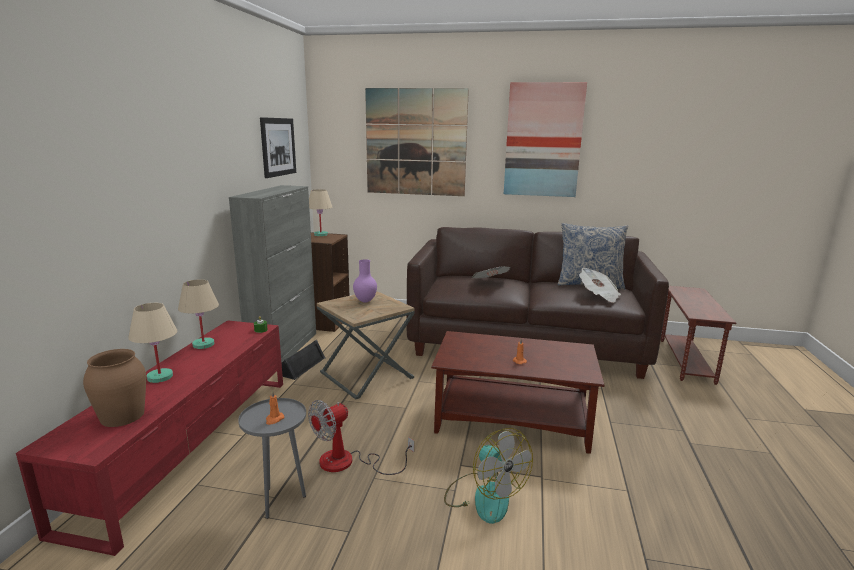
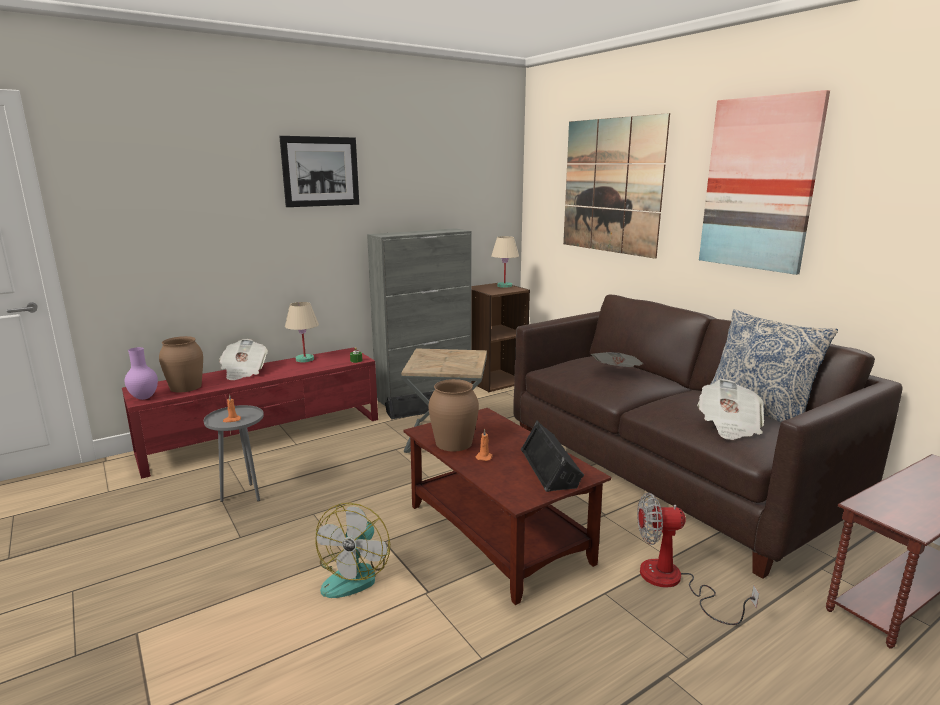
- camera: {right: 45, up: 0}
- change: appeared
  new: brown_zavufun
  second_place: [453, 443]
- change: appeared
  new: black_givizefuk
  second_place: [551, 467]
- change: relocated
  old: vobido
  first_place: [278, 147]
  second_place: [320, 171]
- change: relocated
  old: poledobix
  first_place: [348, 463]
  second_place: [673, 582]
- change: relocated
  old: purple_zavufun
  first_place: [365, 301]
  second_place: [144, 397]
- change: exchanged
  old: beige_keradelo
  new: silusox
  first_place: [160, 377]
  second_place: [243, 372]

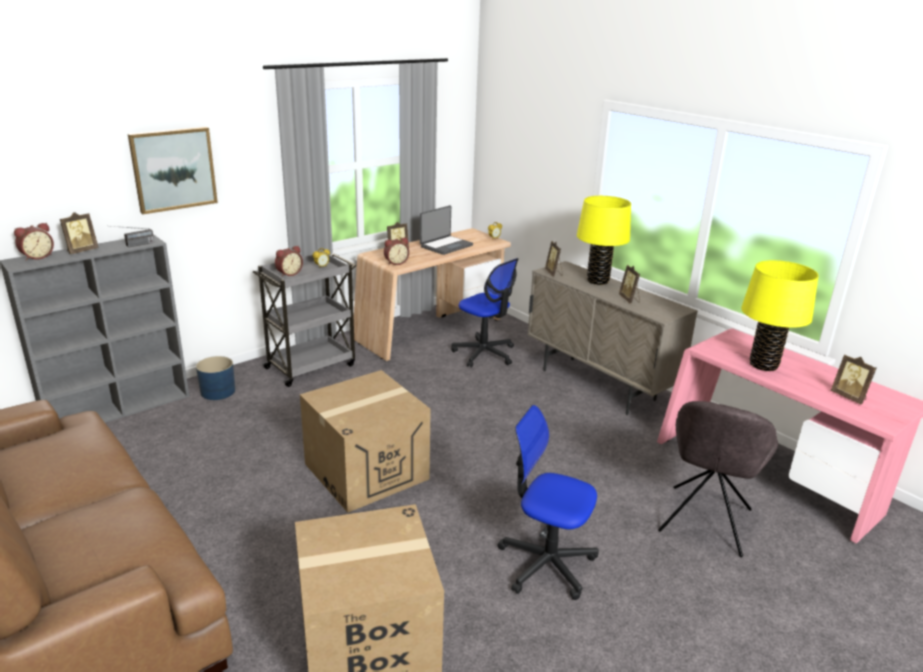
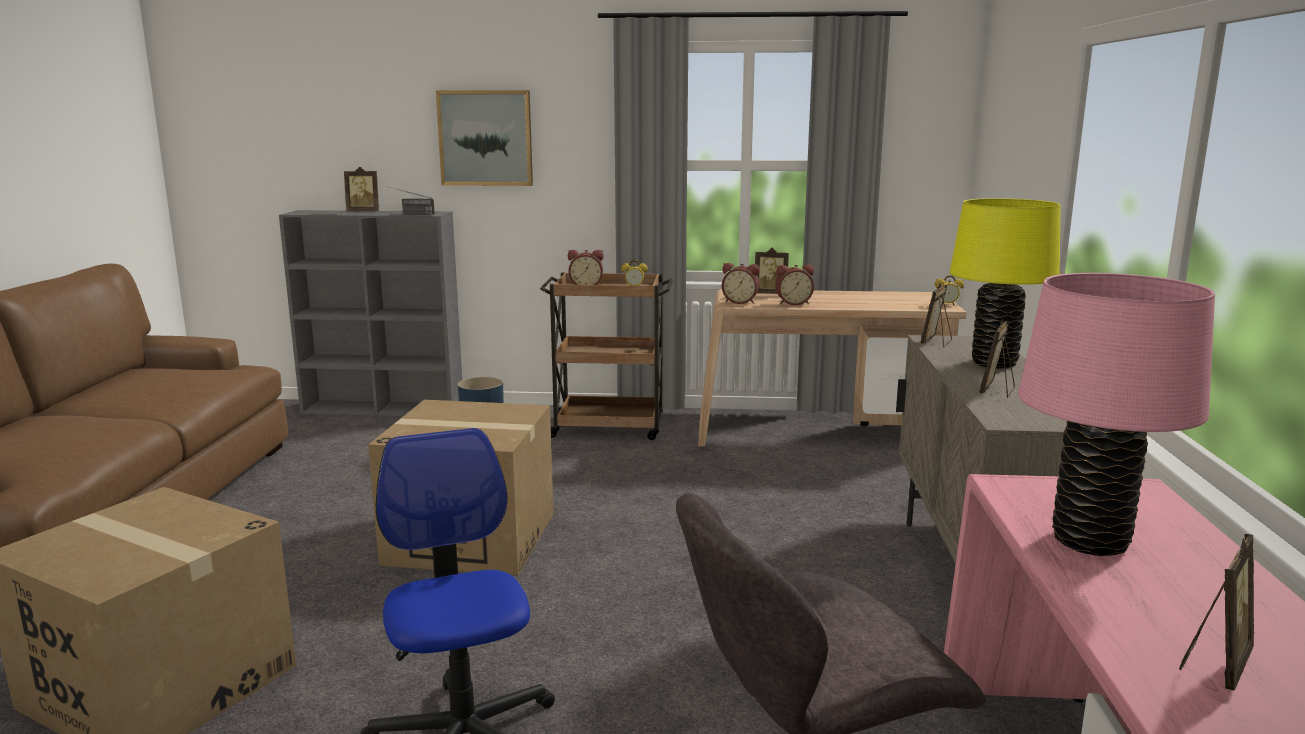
- camera: {right: 45, up: -10}
- change: missing
  old: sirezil
  first_place: [445, 246]
- change: missing
  old: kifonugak
  first_place: [484, 353]
- change: relocated
  old: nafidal
  first_place: [37, 257]
  second_place: [793, 303]
- change: colour
  old: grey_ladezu
  new: brown_ladezu
  first_place: [311, 366]
  second_place: [610, 427]
- change: colour
  old: yellow_keradelo
  new: pink_keradelo
  first_place: [763, 365]
  second_place: [1090, 541]
- change: spun
  old: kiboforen
  first_place: [849, 397]
  second_place: [1214, 664]
  degrees: -150

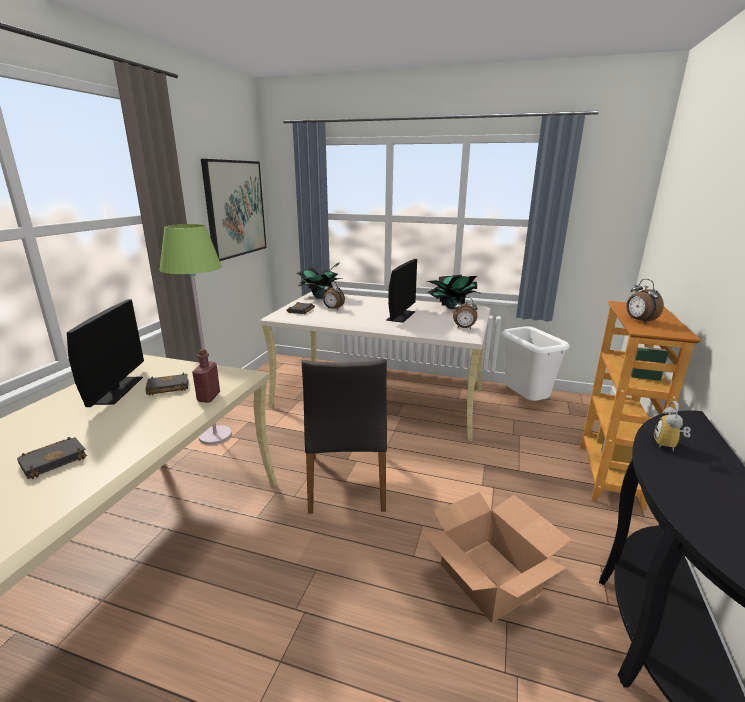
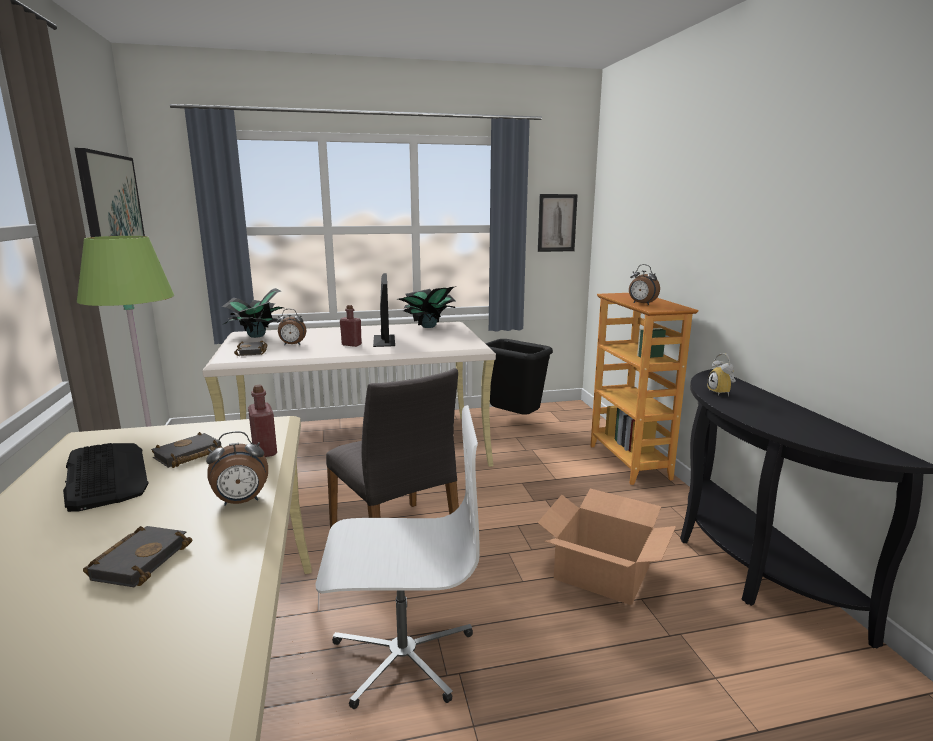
- camera: {right: -30, up: -5}
- change: appeared
  new: white_kifonugak
  second_place: [402, 654]
- change: appeared
  new: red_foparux
  second_place: [351, 345]
- change: appeared
  new: vobido
  second_place: [557, 223]
- change: relocated
  old: nafidal
  first_place: [464, 328]
  second_place: [241, 502]
- change: exchanged
  old: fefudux
  new: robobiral
  first_place: [115, 390]
  second_place: [105, 475]
- change: colour
  old: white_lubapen
  new: black_lubapen
  first_place: [525, 403]
  second_place: [514, 420]

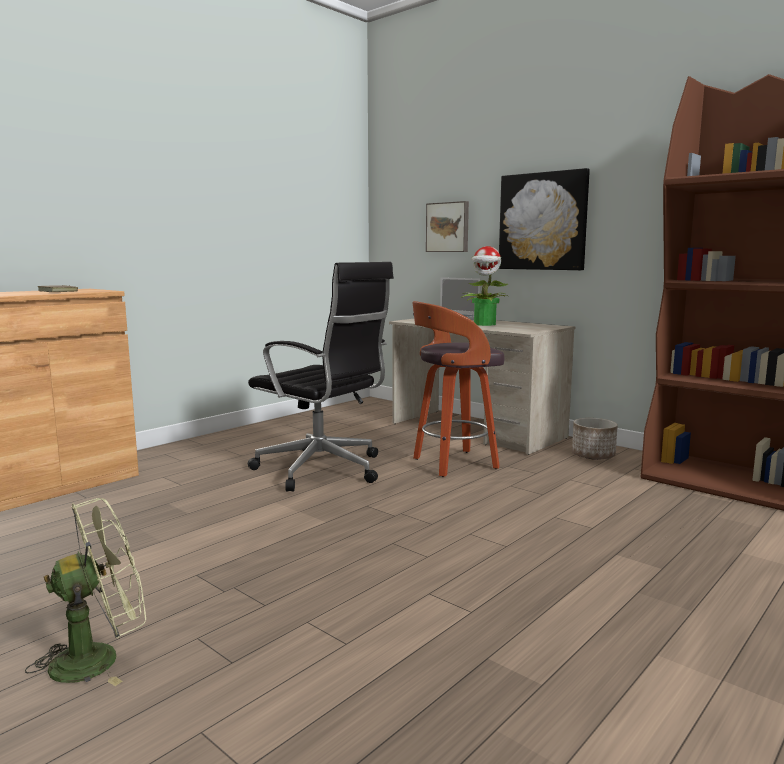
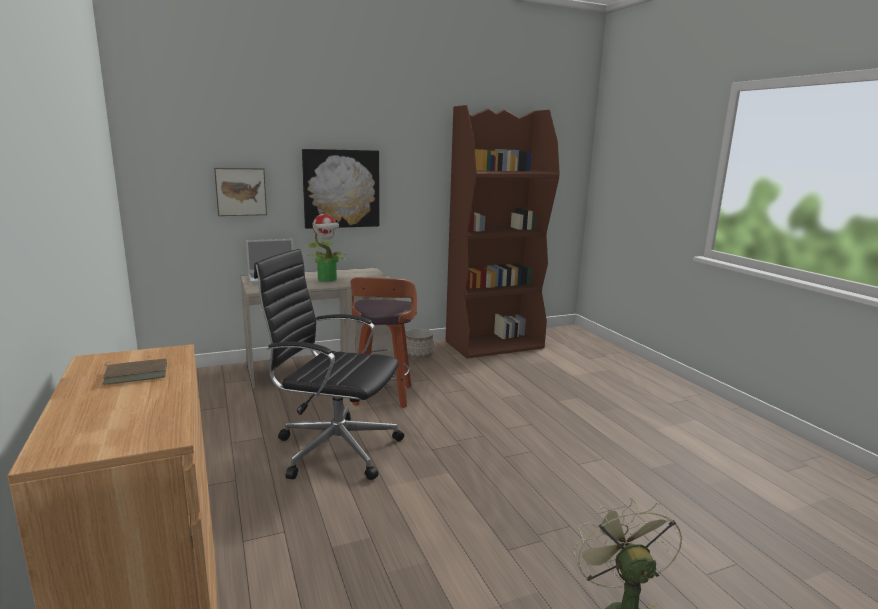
- camera: {right: -65, up: 5}
- change: spun
  old: black_kifonugak
  first_place: [323, 470]
  second_place: [334, 448]
  degrees: -135

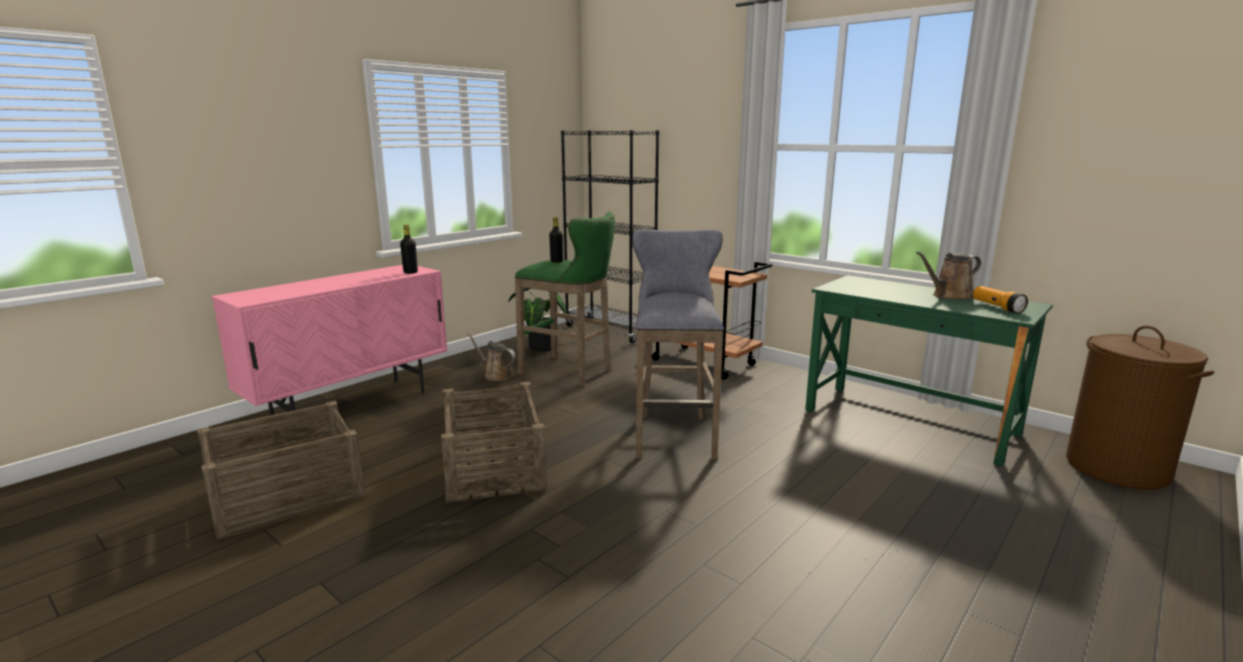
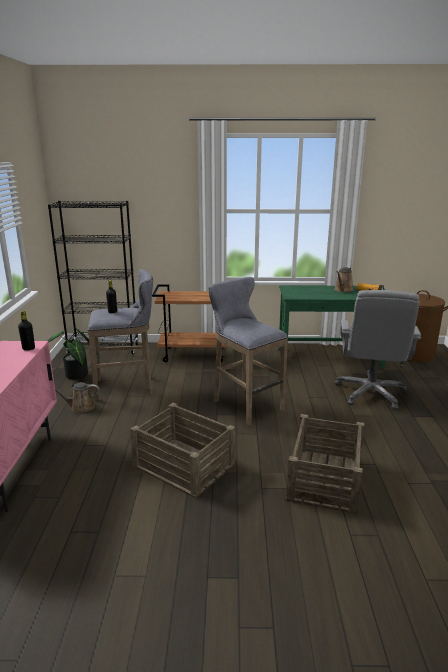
- camera: {right: -40, up: 5}
- change: appeared
  new: grey_kifonugak
  second_place: [370, 393]
- change: relocated
  old: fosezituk
  first_place: [288, 494]
  second_place: [325, 478]
- change: colour
  old: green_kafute
  new: grey_kafute
  first_place: [570, 372]
  second_place: [127, 387]

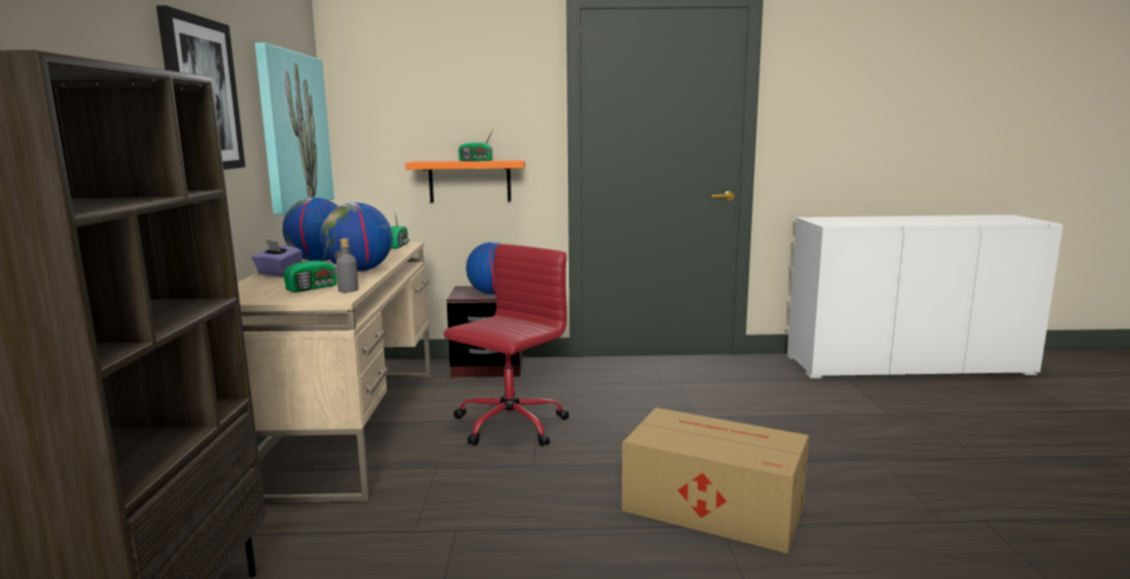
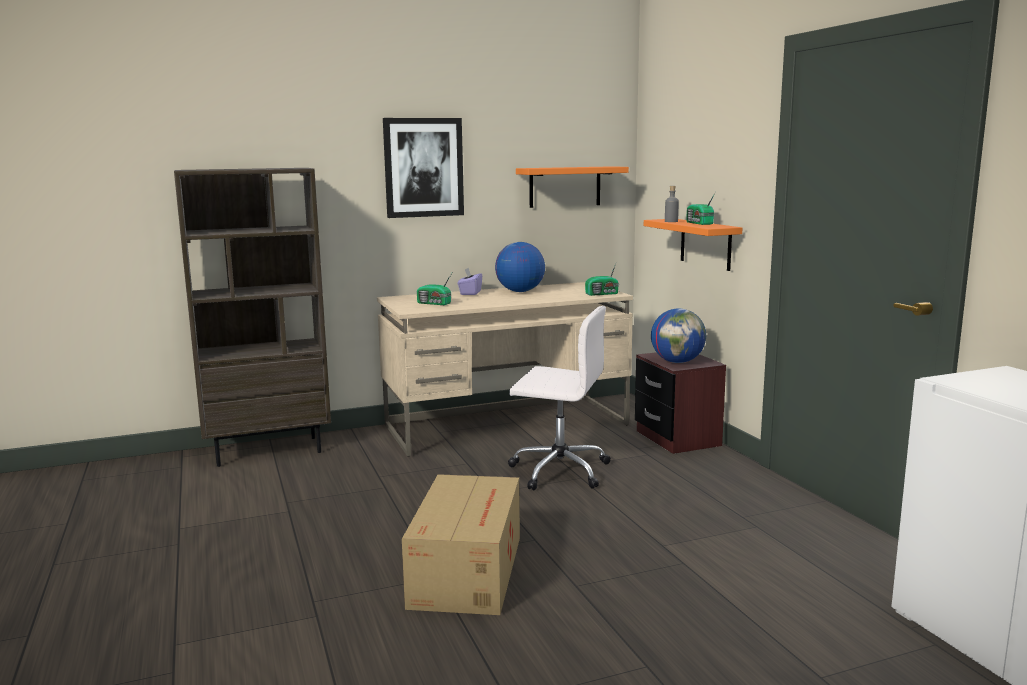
- camera: {right: 70, up: 0}
- change: missing
  old: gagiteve
  first_place: [359, 271]
- change: relocated
  old: grey_foparux
  first_place: [348, 290]
  second_place: [671, 221]
- change: exchanged
  old: vobido
  new: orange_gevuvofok
  first_place: [293, 131]
  second_place: [565, 187]
- change: colour
  old: red_kifonugak
  new: white_kifonugak
  first_place: [508, 425]
  second_place: [558, 470]

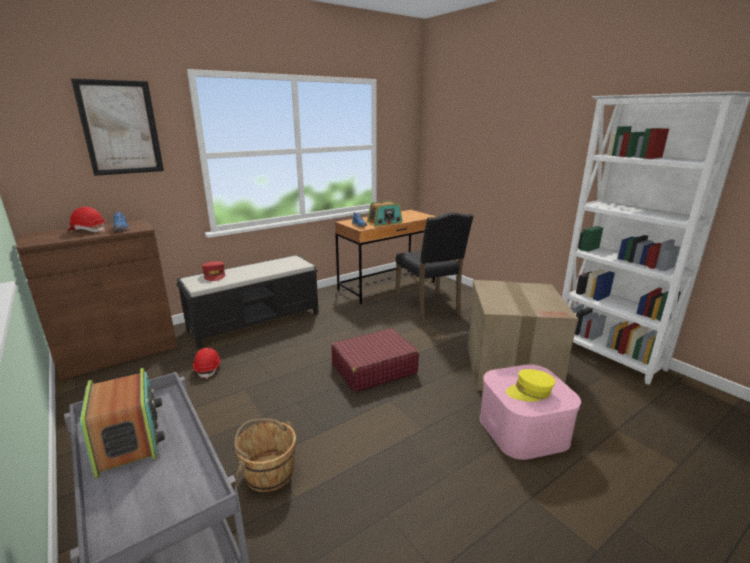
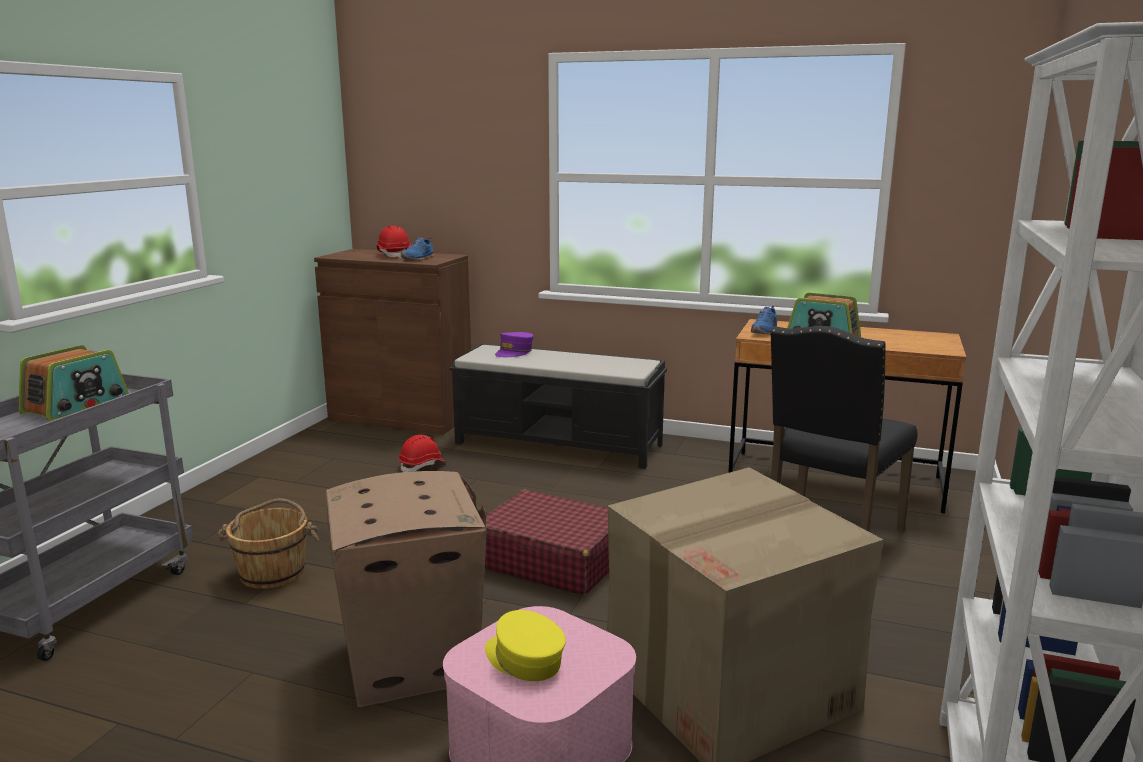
- camera: {right: 55, up: -5}
- change: missing
  old: vobido
  first_place: [120, 128]
- change: appeared
  new: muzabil
  second_place: [412, 659]
- change: colour
  old: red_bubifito
  new: purple_bubifito
  first_place: [214, 275]
  second_place: [514, 352]

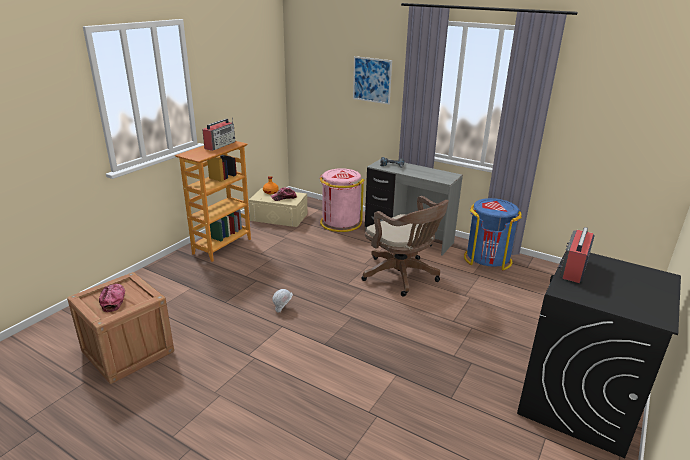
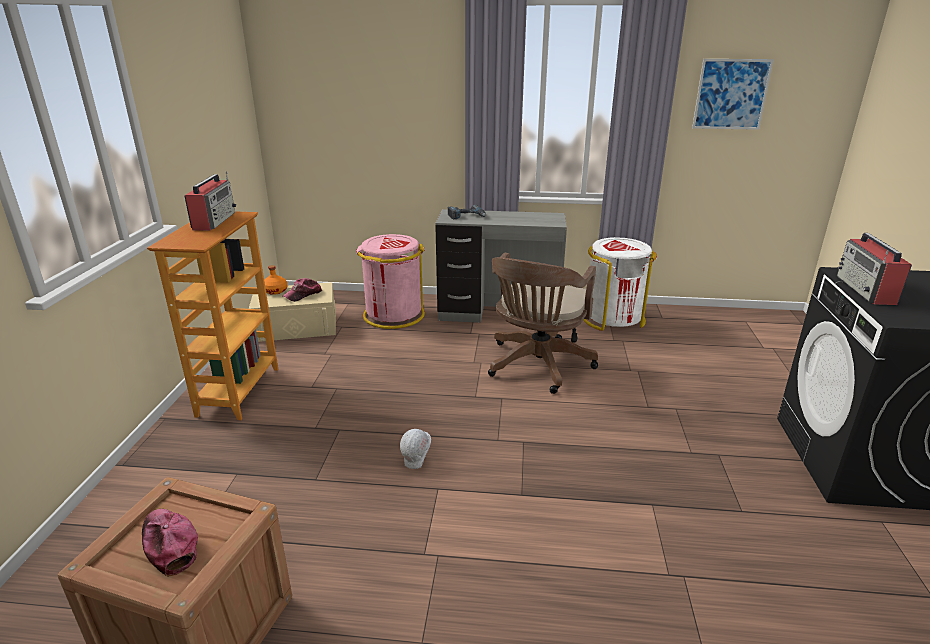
- camera: {right: -25, up: 0}
- change: relocated
  old: vobido
  first_place: [372, 80]
  second_place: [731, 94]
- change: colour
  old: blue_lubapen
  new: white_lubapen
  first_place: [487, 259]
  second_place: [612, 318]
- change: spun
  old: brown_kifonugak
  first_place: [402, 276]
  second_place: [537, 366]
  degrees: 90

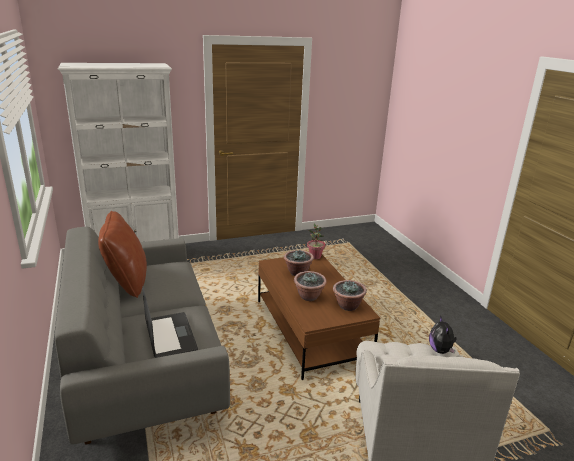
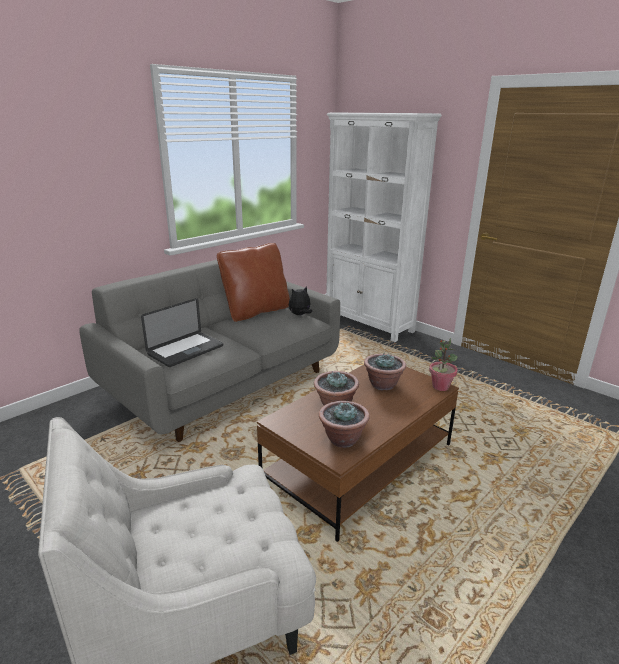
- camera: {right: 65, up: 0}
- change: relocated
  old: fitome
  first_place: [440, 350]
  second_place: [300, 315]

